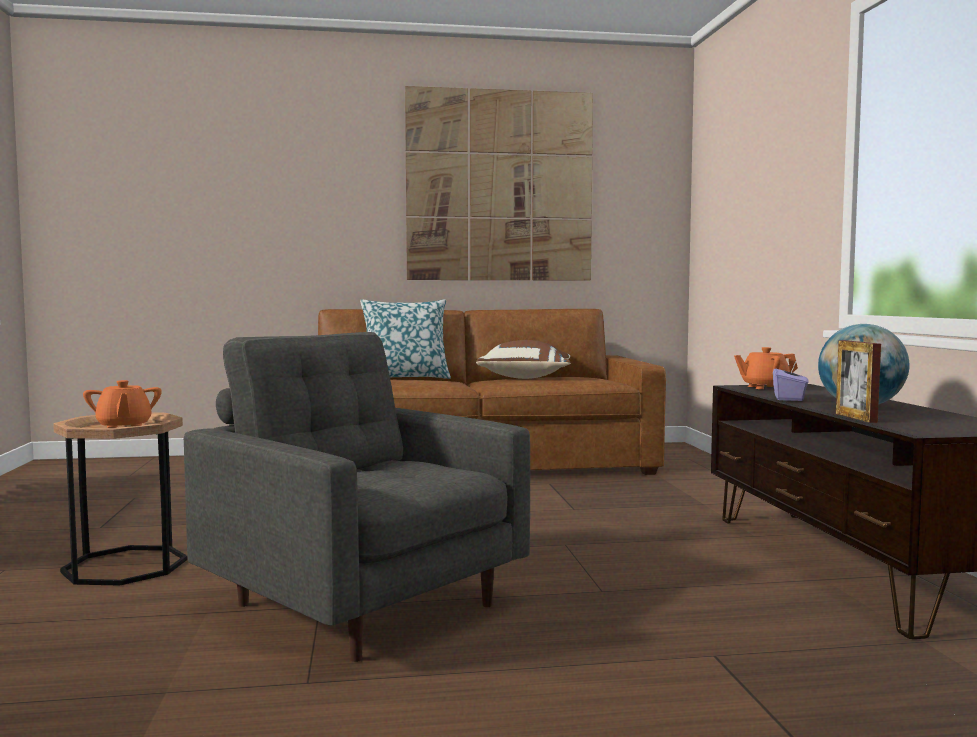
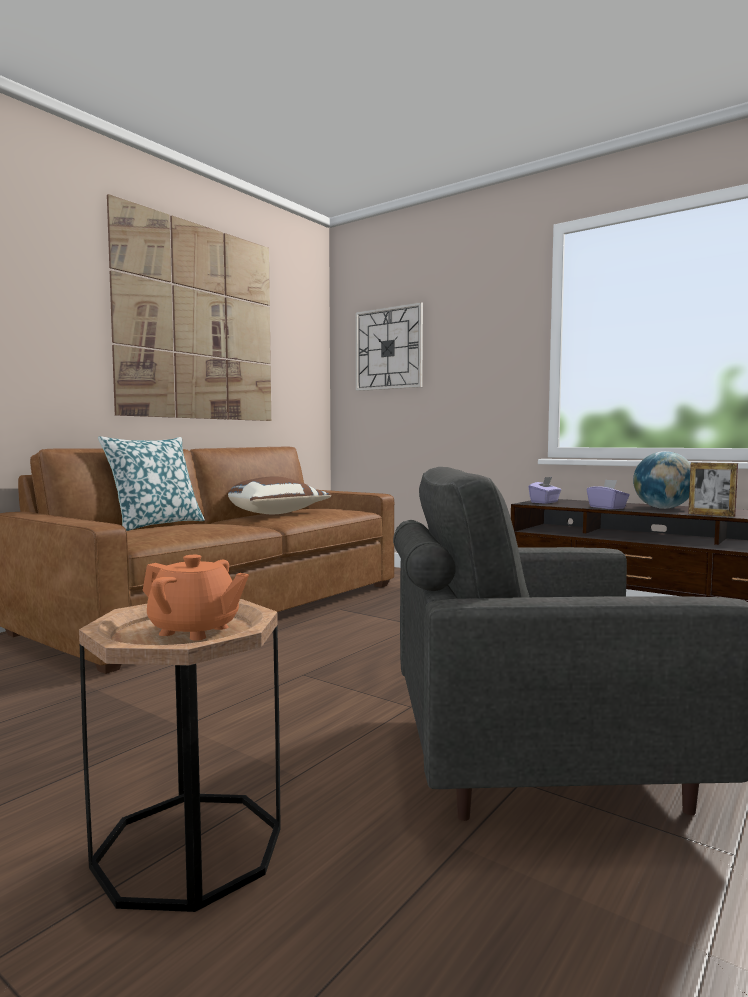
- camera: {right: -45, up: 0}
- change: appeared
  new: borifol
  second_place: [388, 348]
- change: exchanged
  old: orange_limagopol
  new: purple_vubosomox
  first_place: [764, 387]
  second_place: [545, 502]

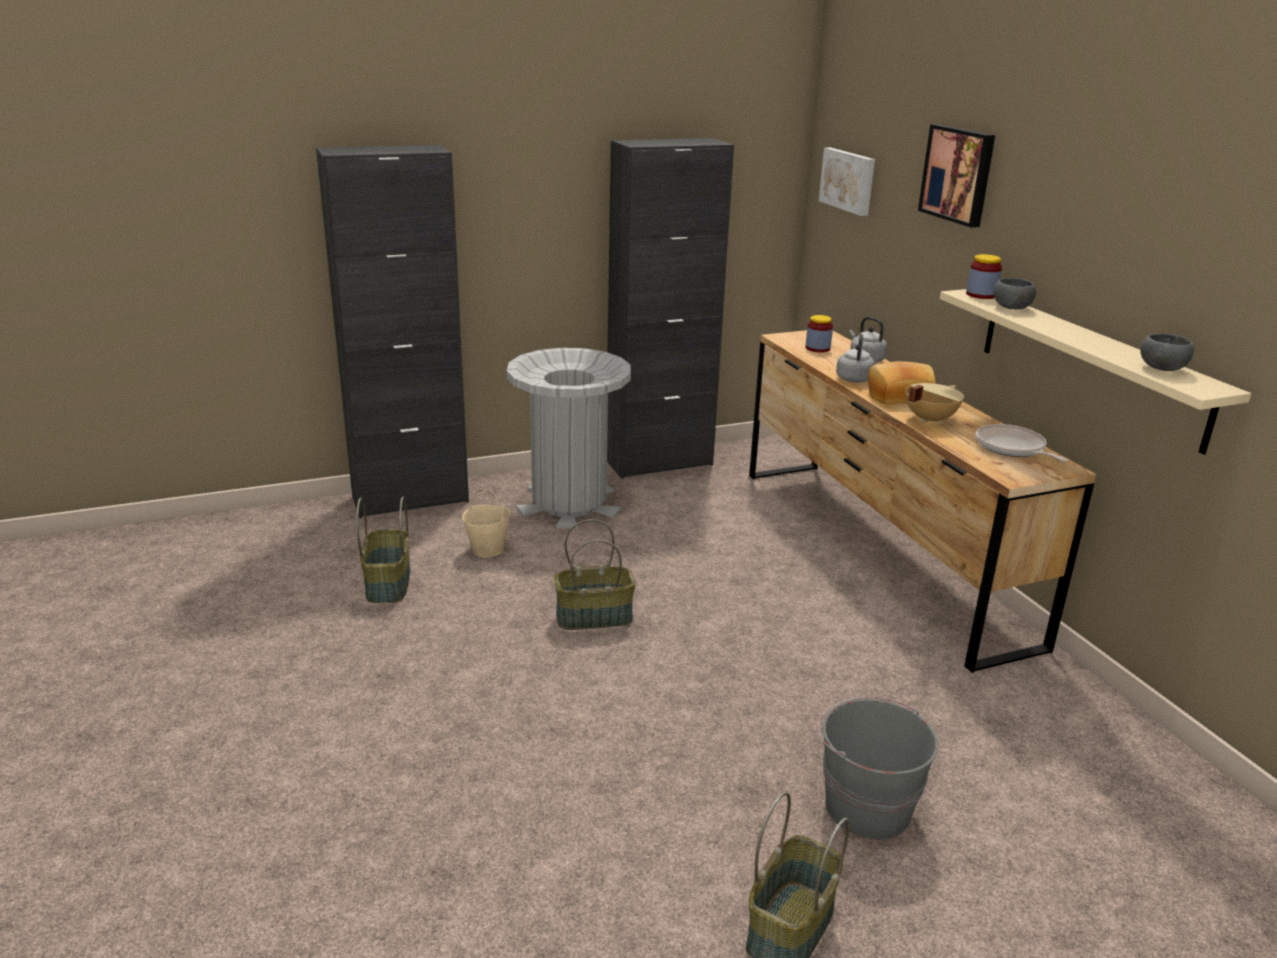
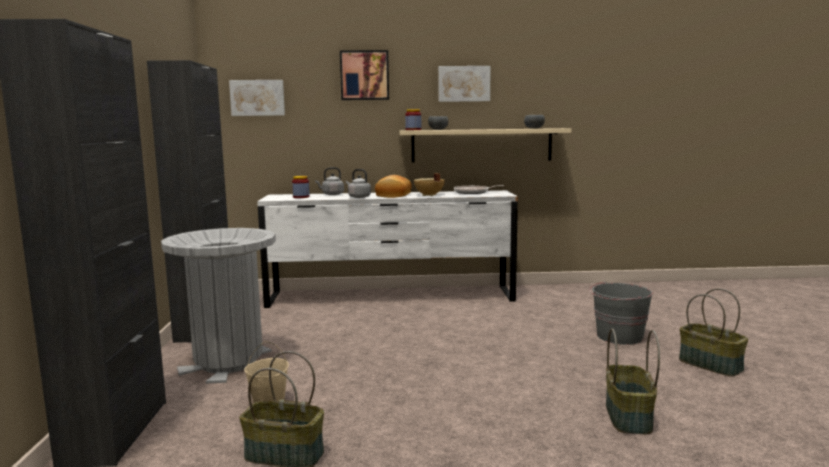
- camera: {right: -70, up: -15}
- change: appeared
  new: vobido
  second_place: [464, 84]
- change: relocated
  old: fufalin
  first_place: [594, 616]
  second_place: [627, 416]
- change: colour
  old: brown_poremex
  new: white_poremex
  first_place: [877, 551]
  second_place: [390, 297]

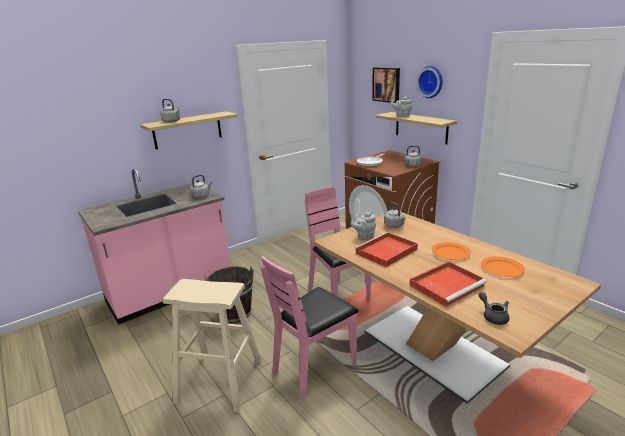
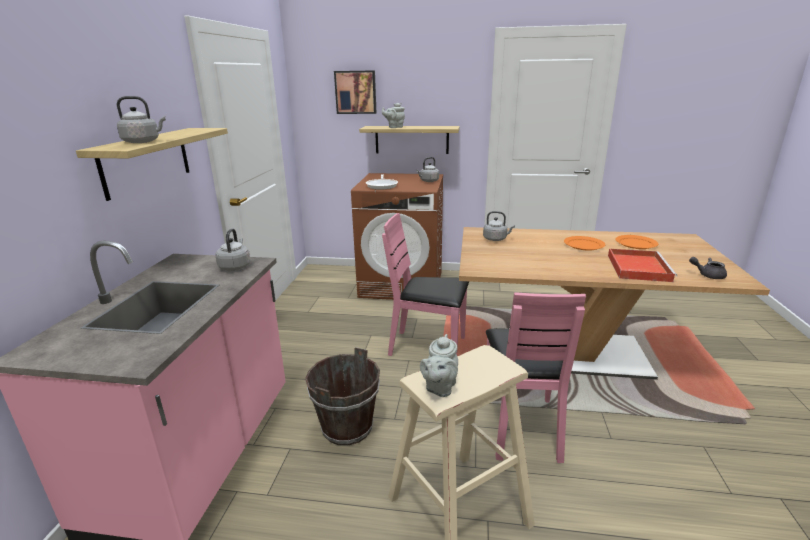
- camera: {right: -45, up: 0}
- change: missing
  old: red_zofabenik
  first_place: [385, 252]
- change: missing
  old: borifol
  first_place: [431, 81]
- change: relocated
  old: grey_limagopol
  first_place: [364, 236]
  second_place: [439, 388]

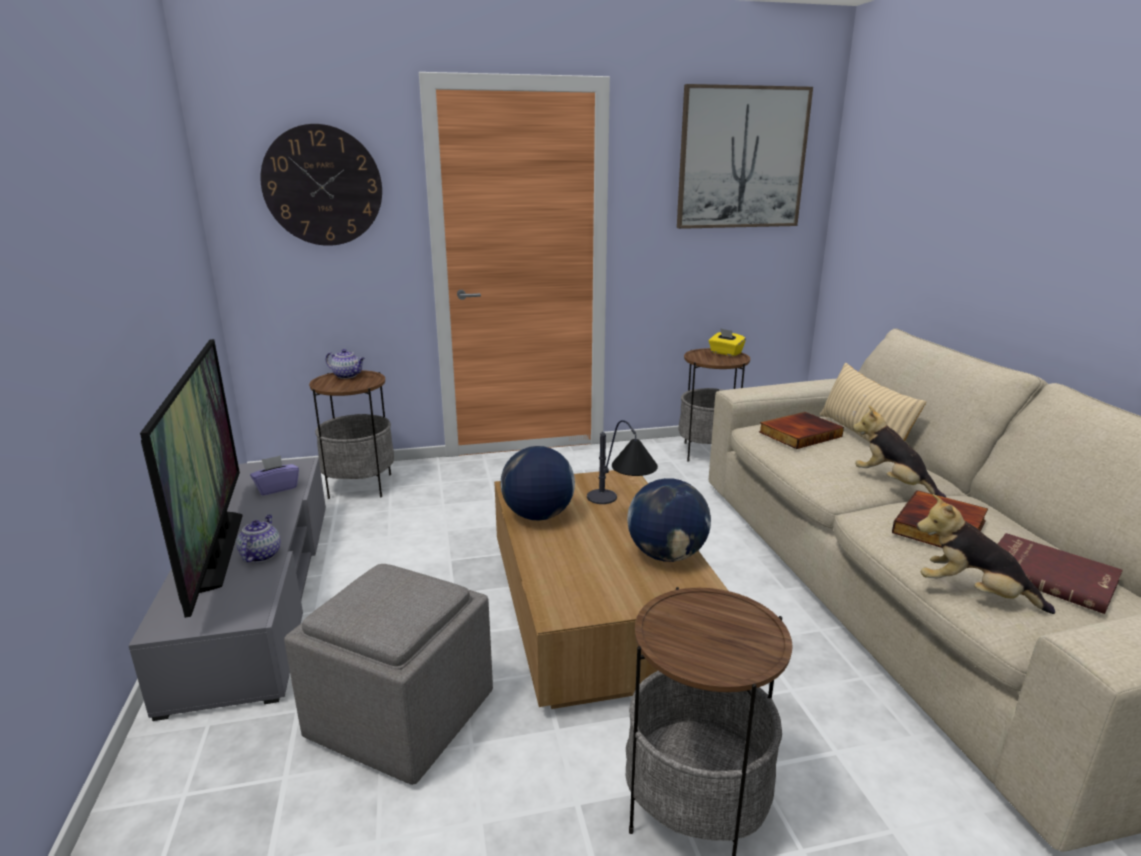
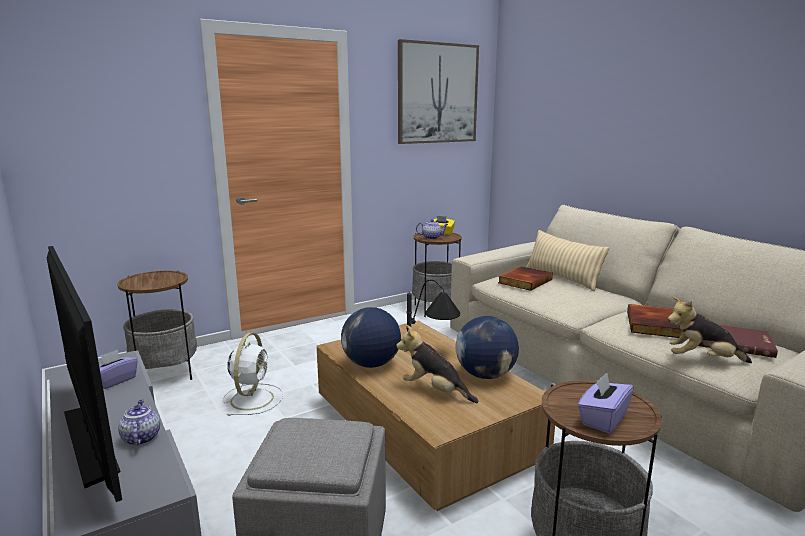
- camera: {right: -20, up: -5}
- change: missing
  old: borifol
  first_place: [322, 186]
- change: appeared
  new: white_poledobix
  second_place: [253, 398]
- change: appeared
  new: purple_vubosomox
  second_place: [602, 419]
- change: relocated
  old: limagopol
  first_place: [347, 376]
  second_place: [432, 237]
- change: relocated
  old: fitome
  first_place: [892, 483]
  second_place: [435, 391]

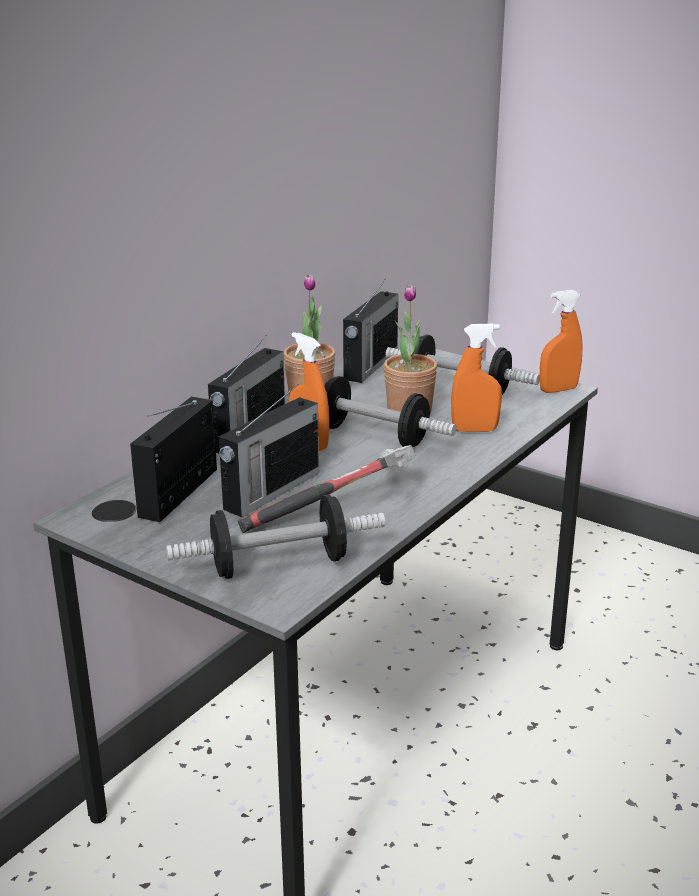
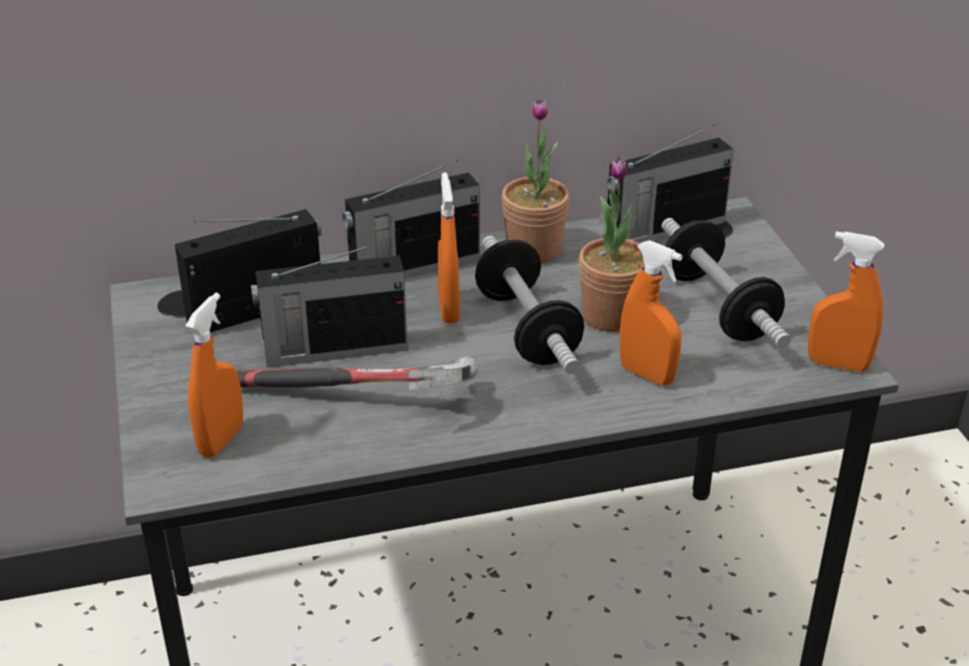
- camera: {right: 40, up: 10}
- change: exchanged
  old: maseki
  new: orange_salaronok
  first_place: [279, 564]
  second_place: [221, 440]

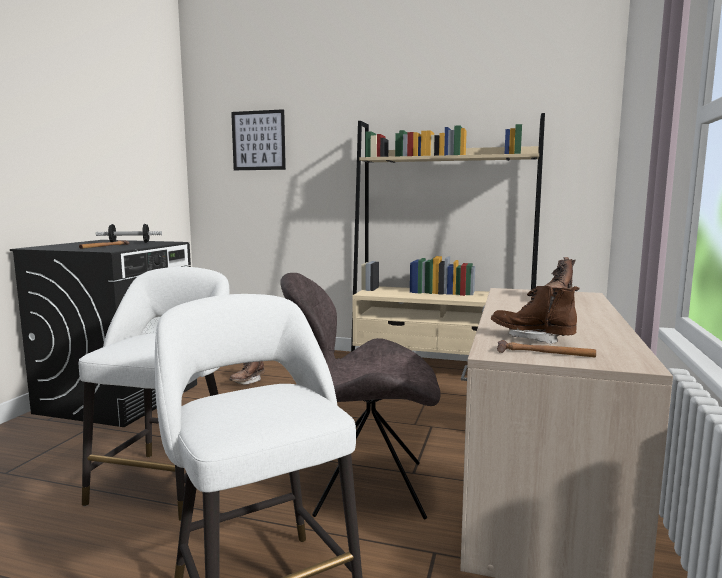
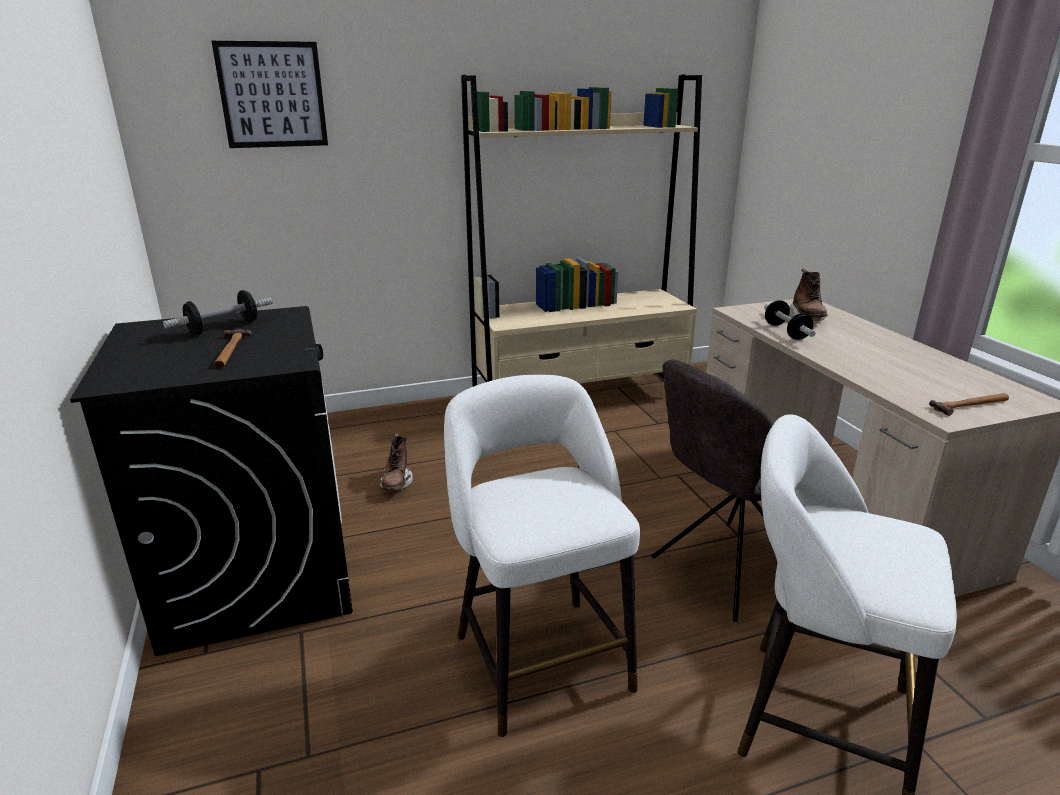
- camera: {right: -35, up: 15}
- change: missing
  old: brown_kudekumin
  first_place: [532, 338]
- change: appeared
  new: maseki
  second_place: [786, 332]

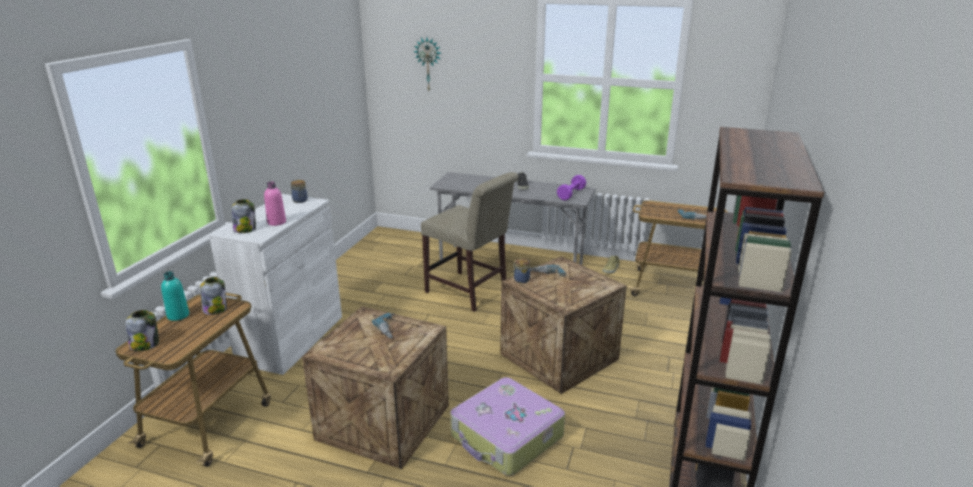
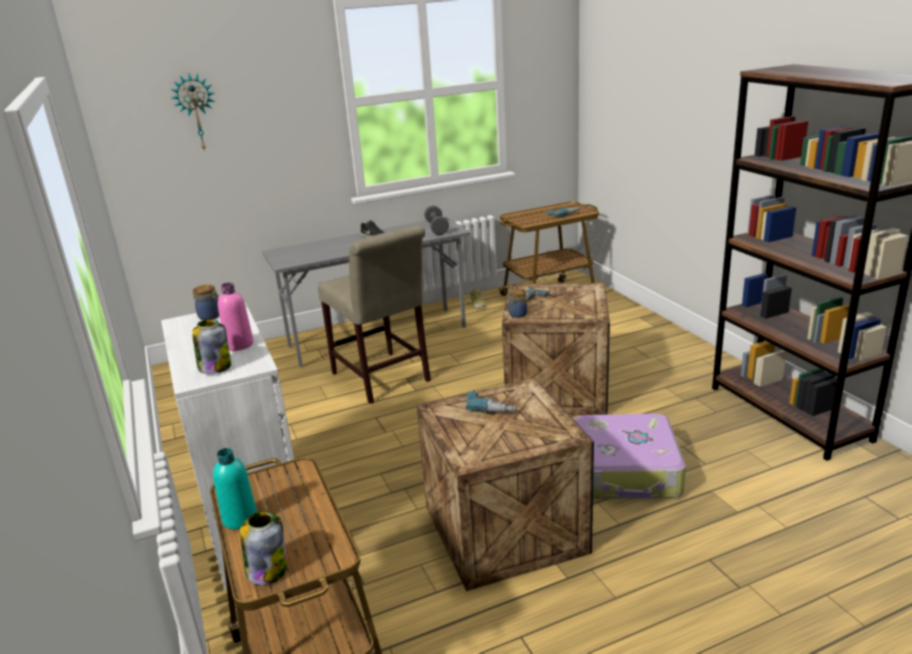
- camera: {right: -40, up: 0}
- change: missing
  old: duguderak
  first_place: [215, 309]
- change: colour
  old: purple_maseki
  new: grey_maseki
  first_place: [571, 194]
  second_place: [437, 228]
- change: spun
  old: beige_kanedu
  first_place: [469, 293]
  second_place: [383, 379]
  degrees: 60

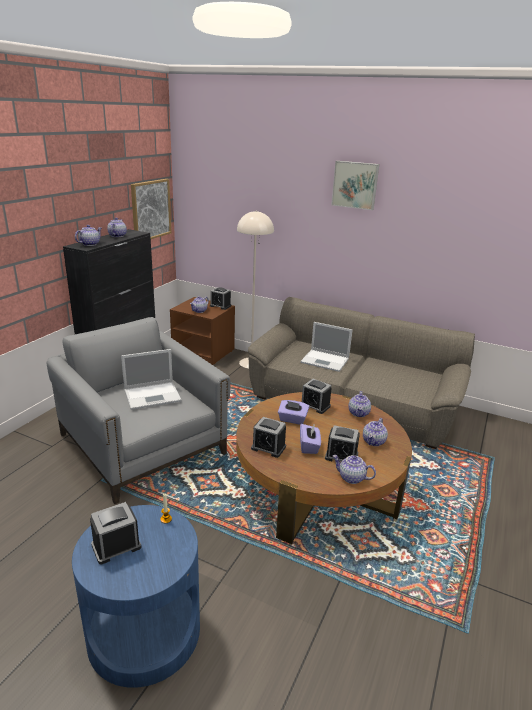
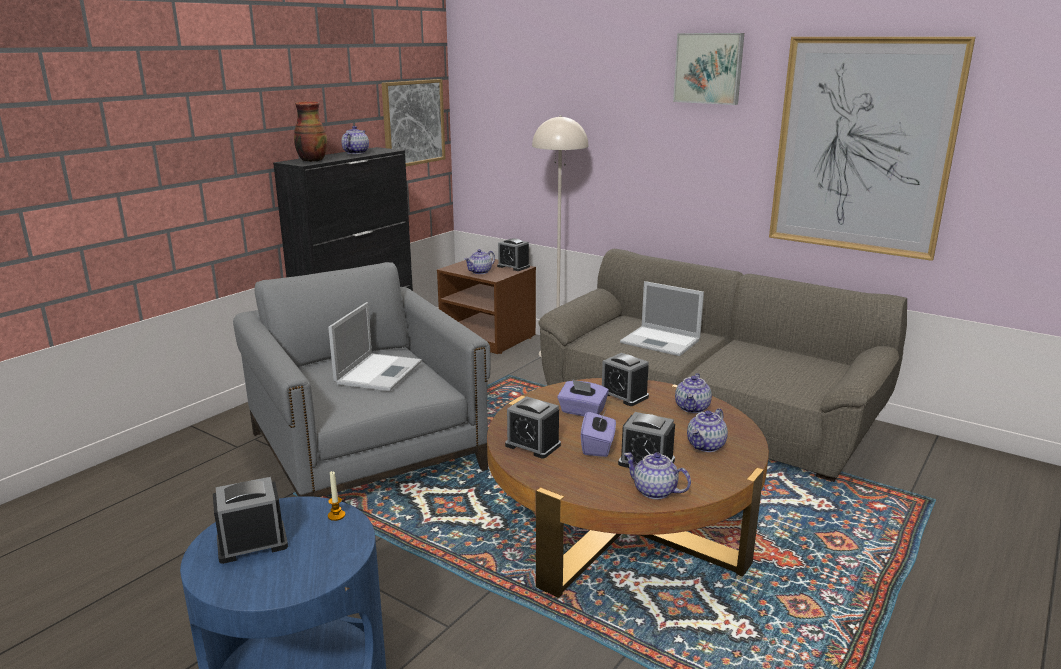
- camera: {right: 10, up: -5}
- change: appeared
  new: vobido
  second_place: [862, 146]
- change: exchanged
  old: limagopol
  new: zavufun
  first_place: [90, 244]
  second_place: [311, 160]
- change: spun
  old: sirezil
  first_place: [153, 395]
  second_place: [379, 372]
  degrees: -60

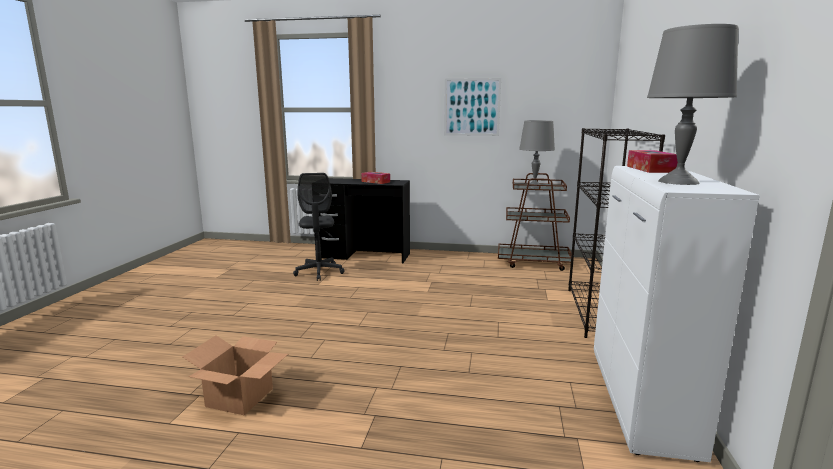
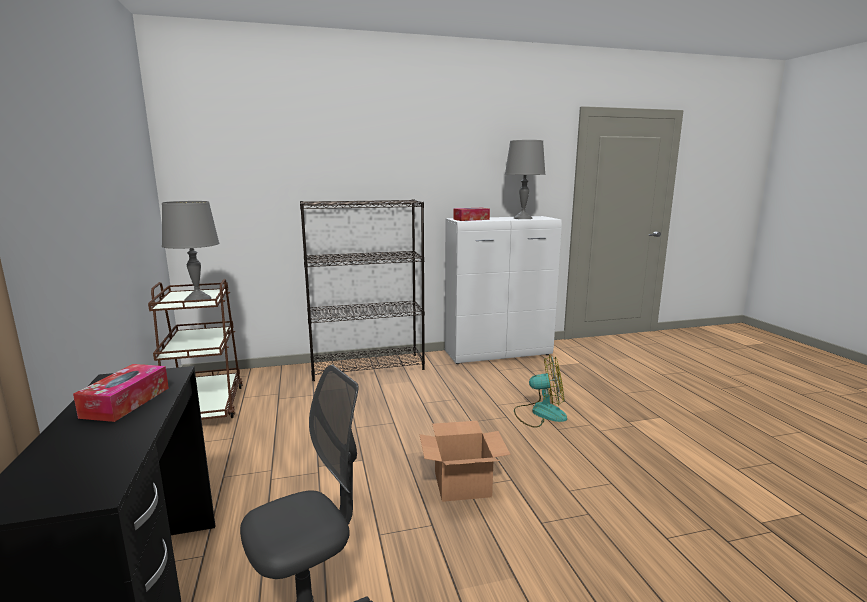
- camera: {right: -115, up: 0}
- change: missing
  old: vobido
  first_place: [472, 107]
- change: appeared
  new: poledobix
  second_place: [540, 413]
- change: relocated
  old: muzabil
  first_place: [240, 397]
  second_place: [461, 485]

